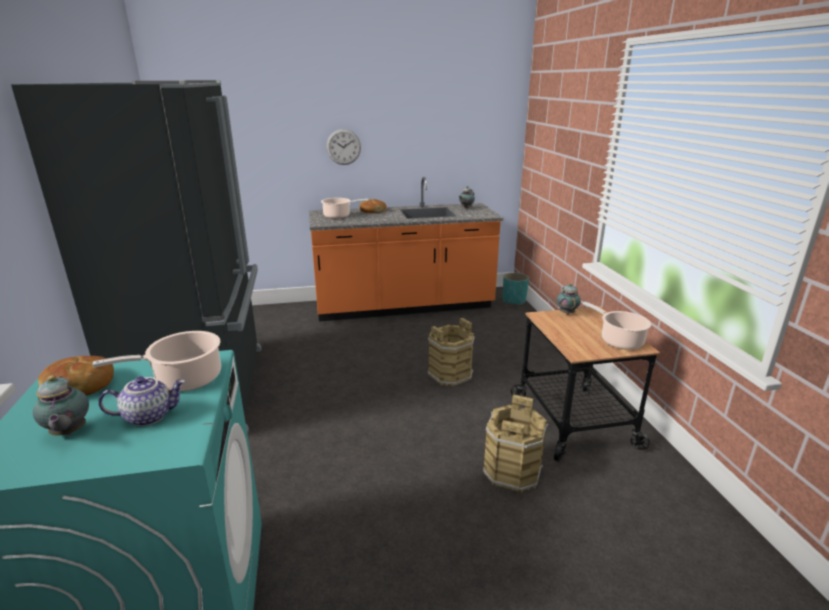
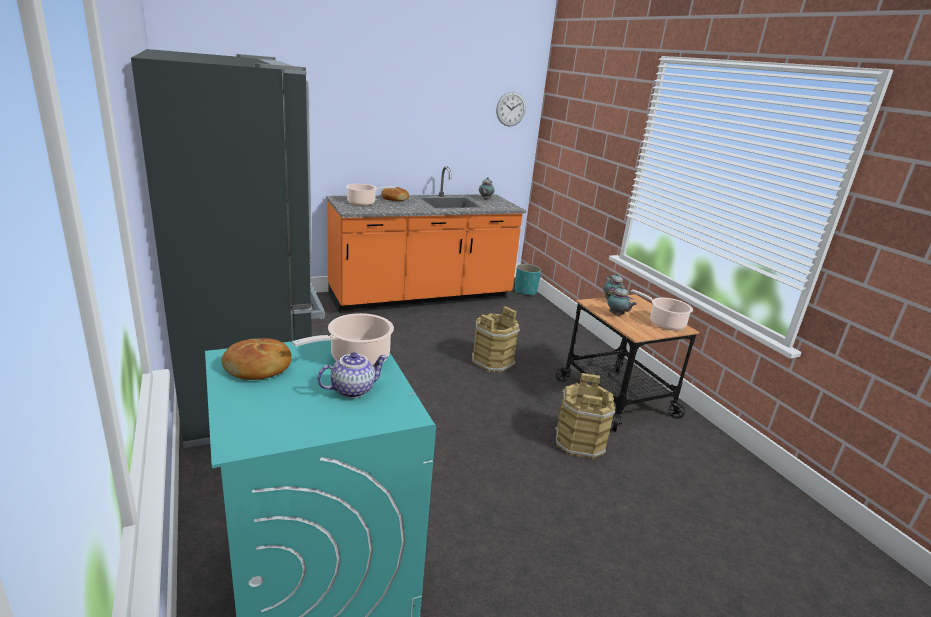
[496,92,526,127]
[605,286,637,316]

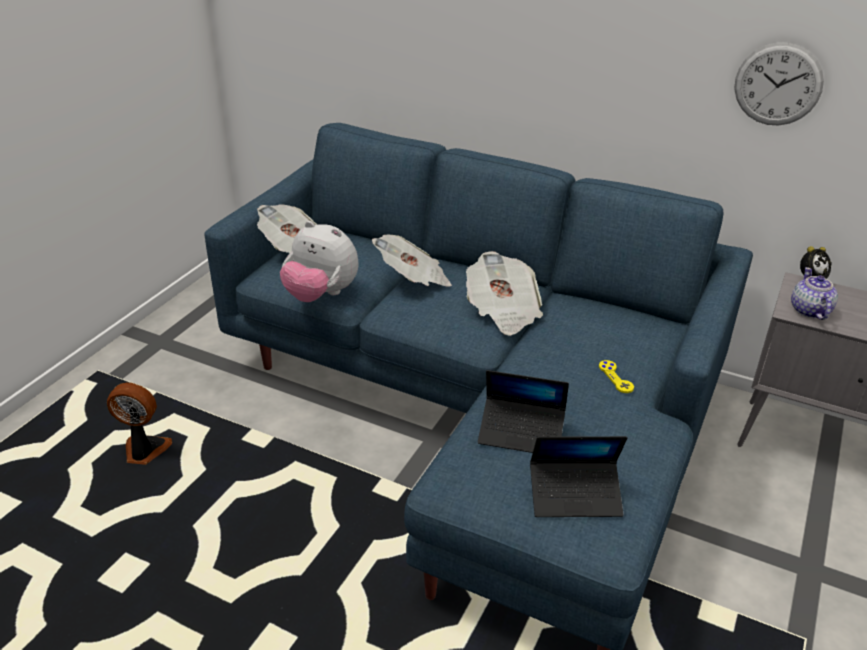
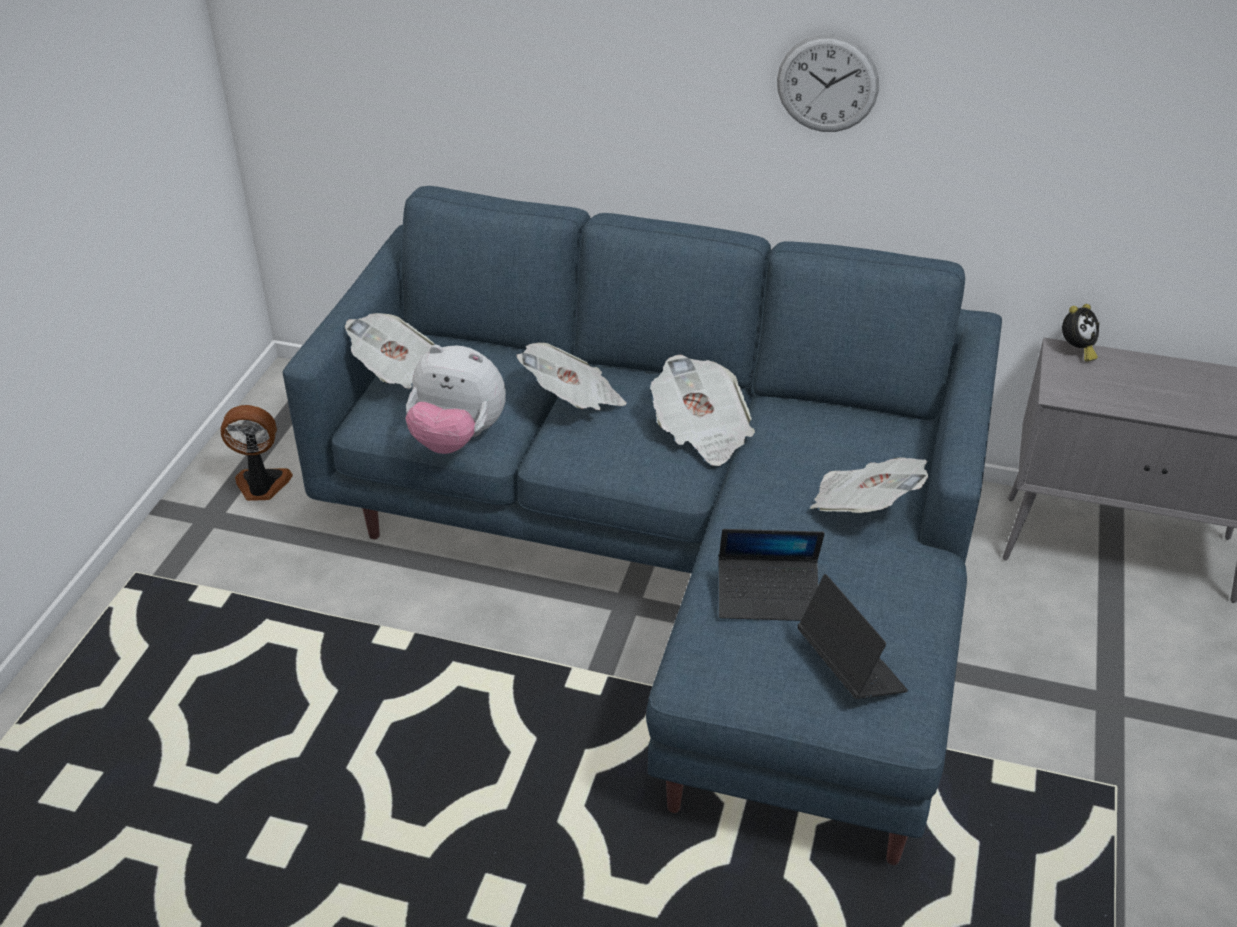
[221,405,293,501]
[777,34,879,132]
[797,574,908,699]
[810,457,928,513]
[791,267,838,320] (first image)

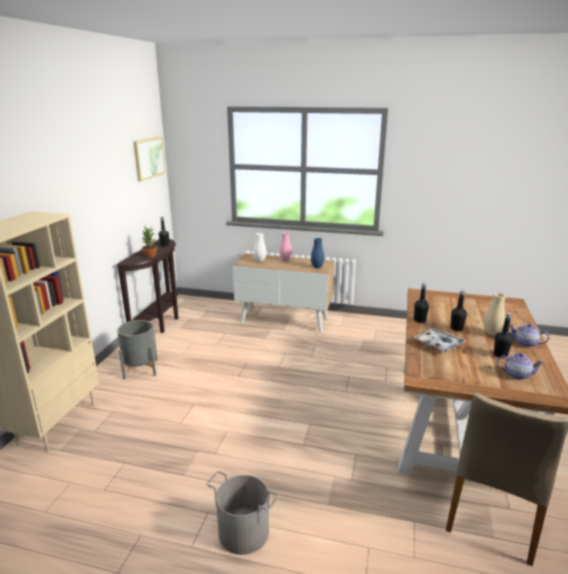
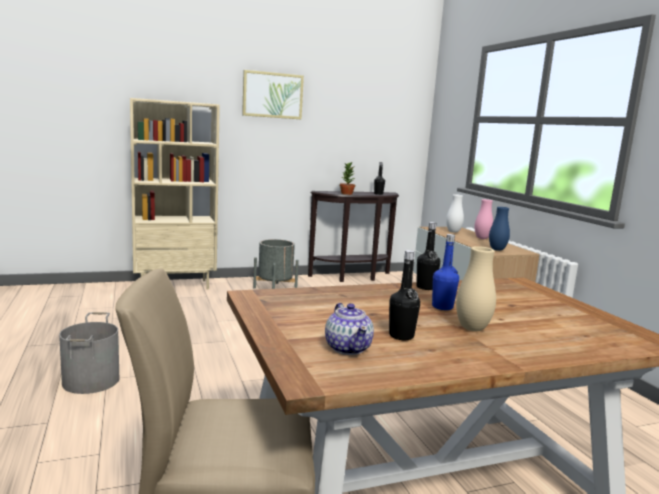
[242,70,304,119]
[432,234,459,310]
[412,328,466,353] (first image)
[510,323,549,347] (first image)

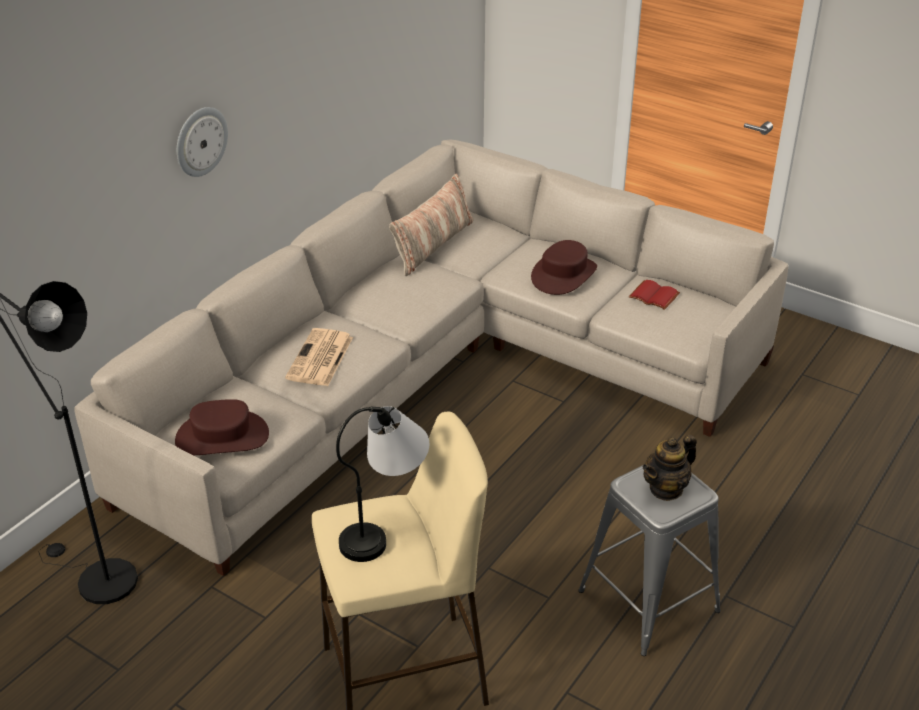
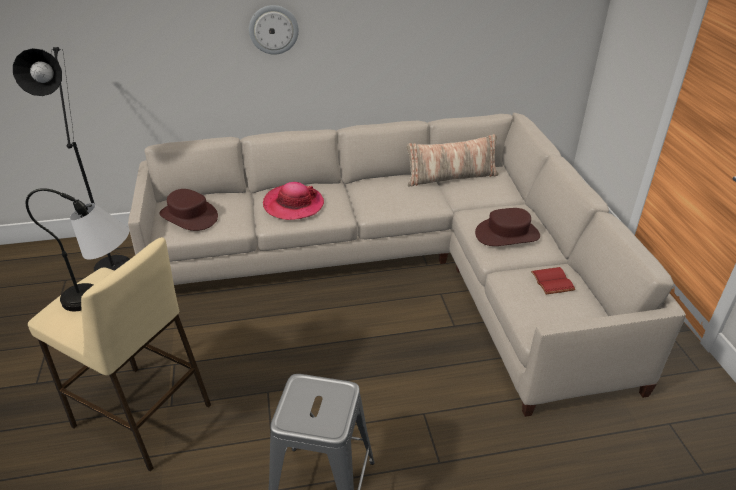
[263,182,324,220]
[643,435,697,501] (first image)

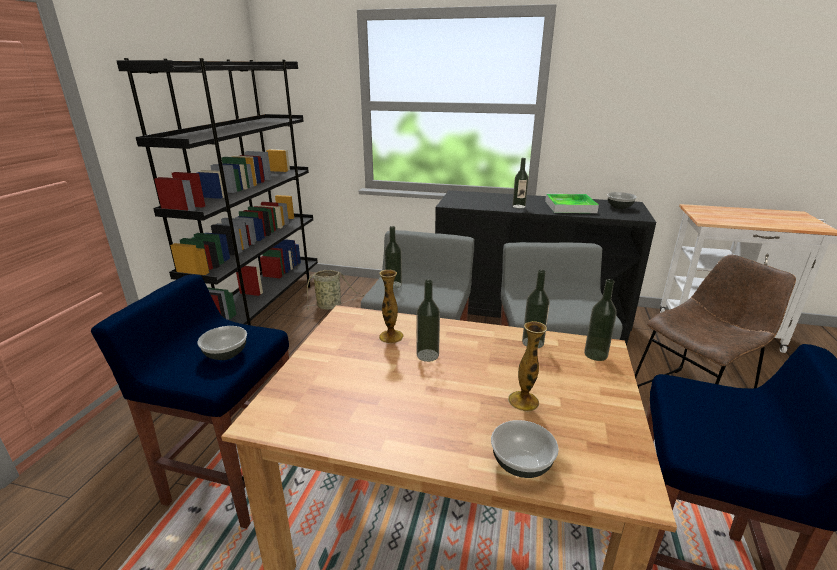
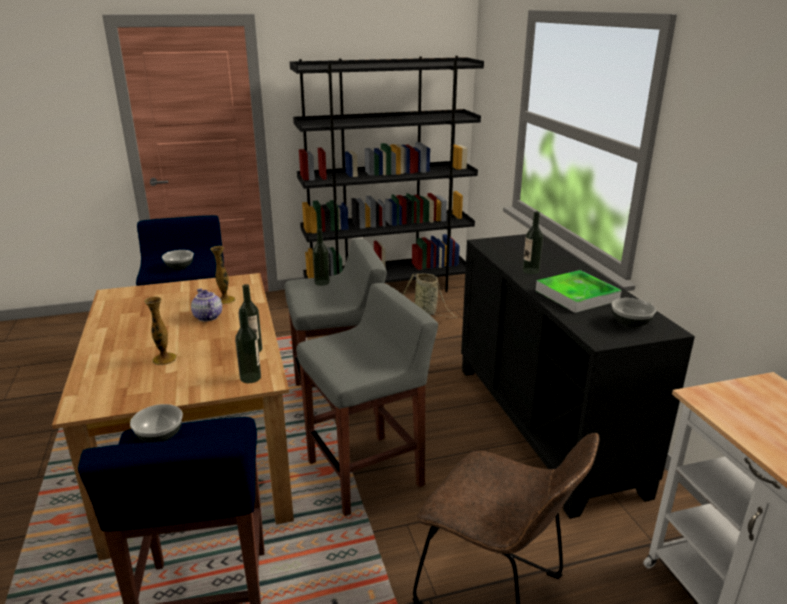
[130,404,183,443]
[191,289,222,322]

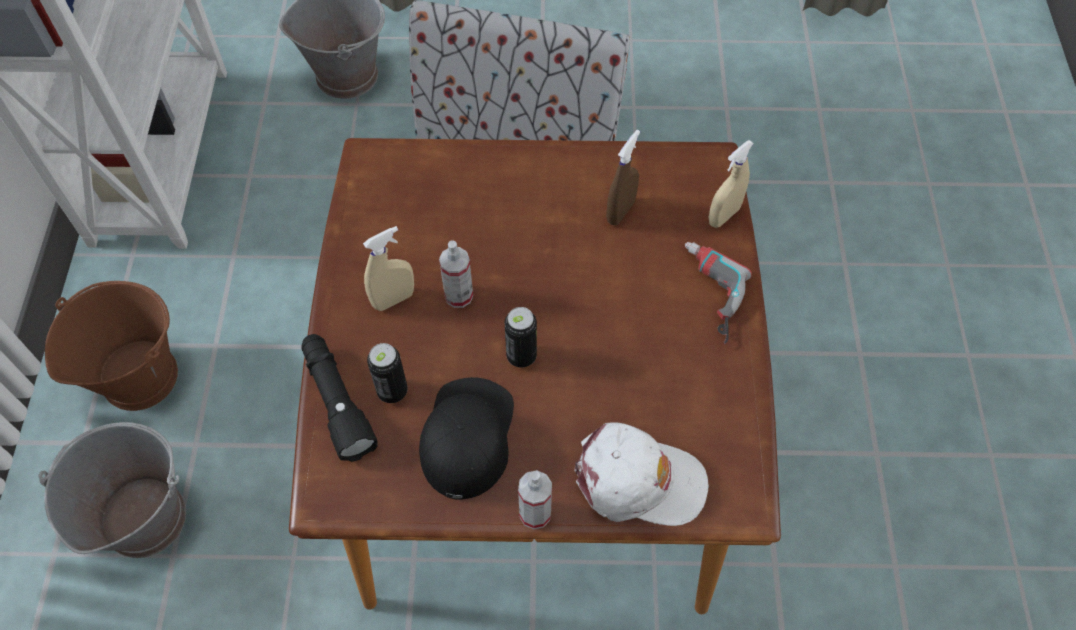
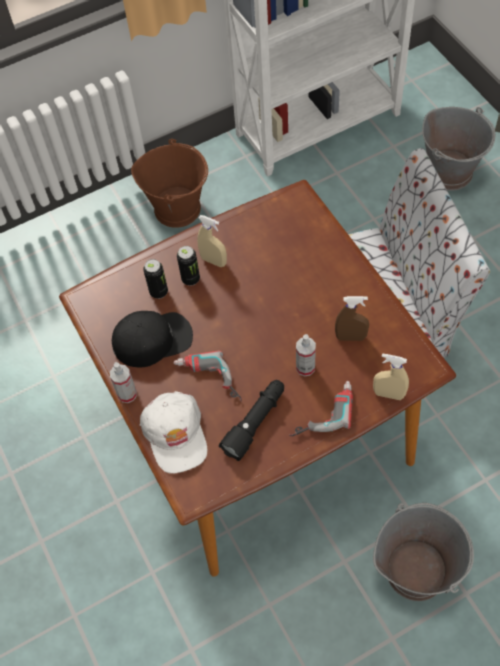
[173,351,242,402]
[177,246,200,286]
[219,380,284,461]
[296,334,316,376]
[373,503,474,601]

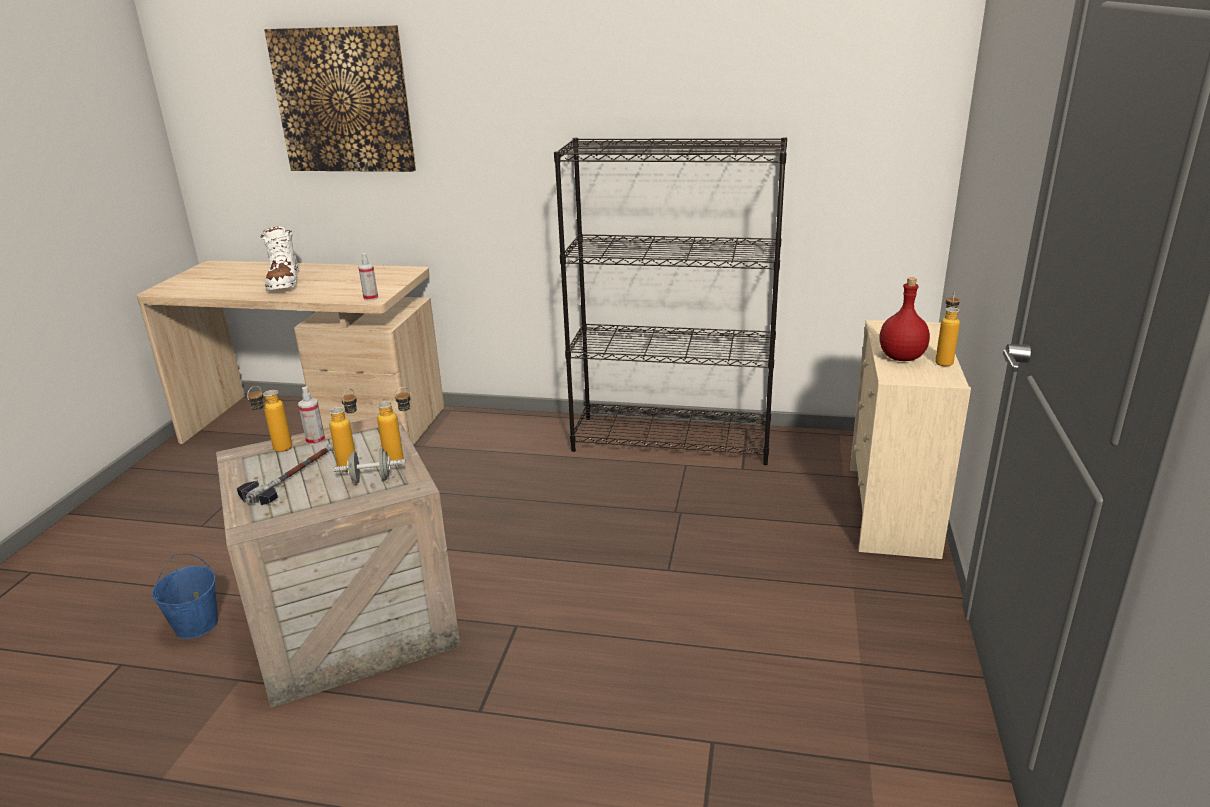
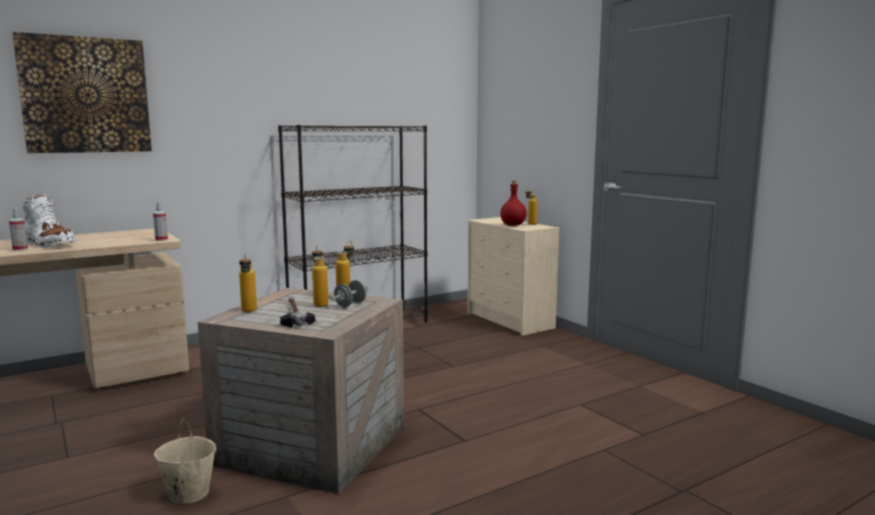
[9,208,28,251]
[154,418,216,504]

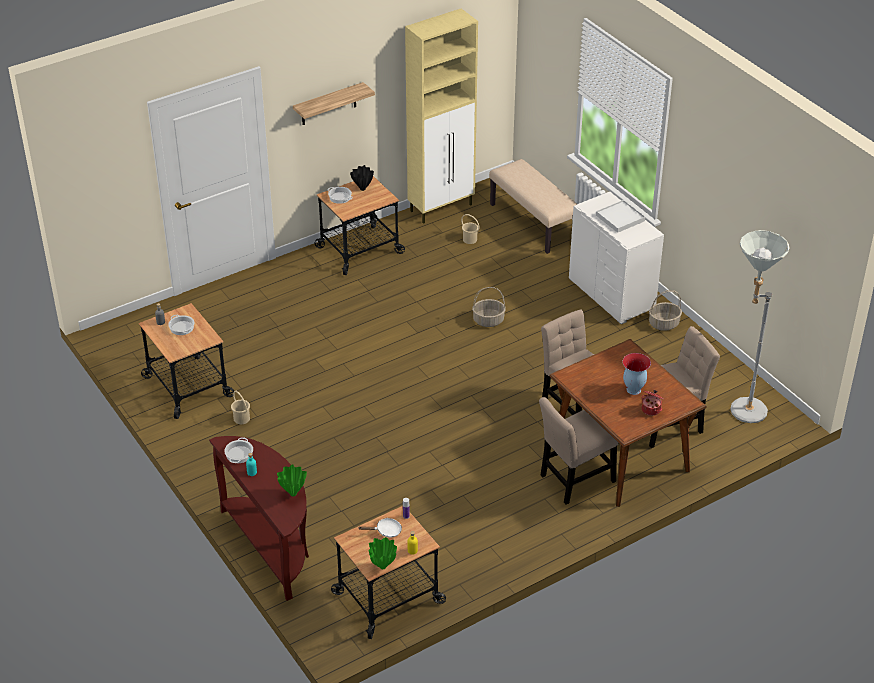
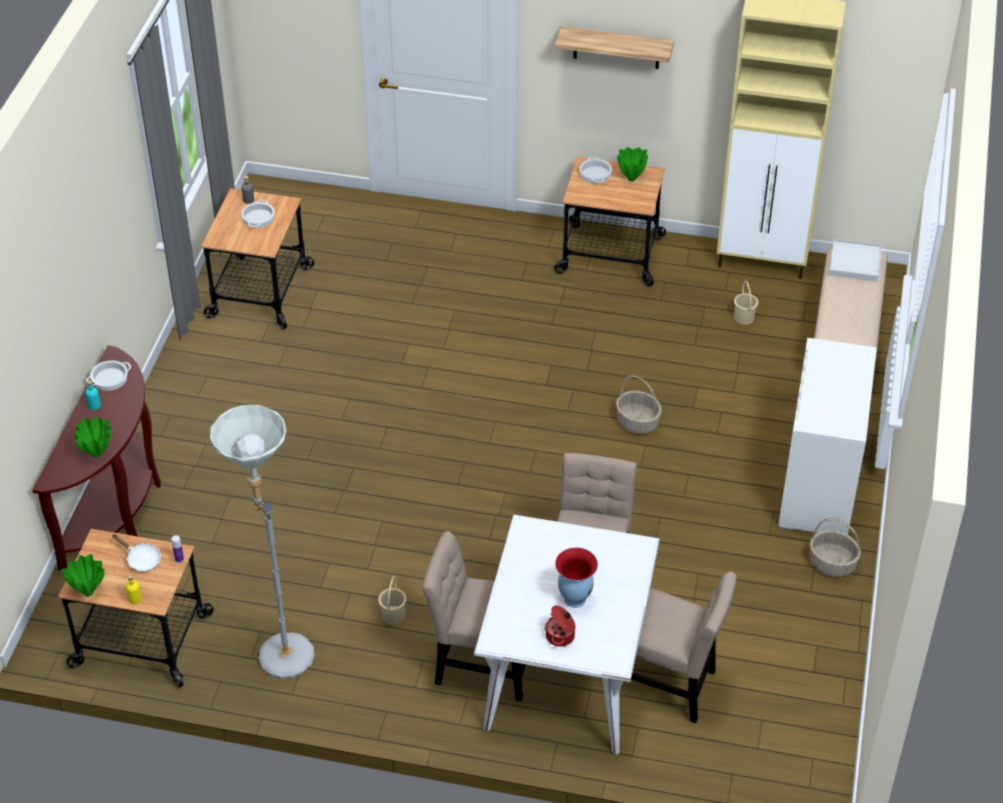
[210,405,315,679]
[378,576,407,625]
[474,514,660,755]
[617,147,648,182]
[829,239,881,281]

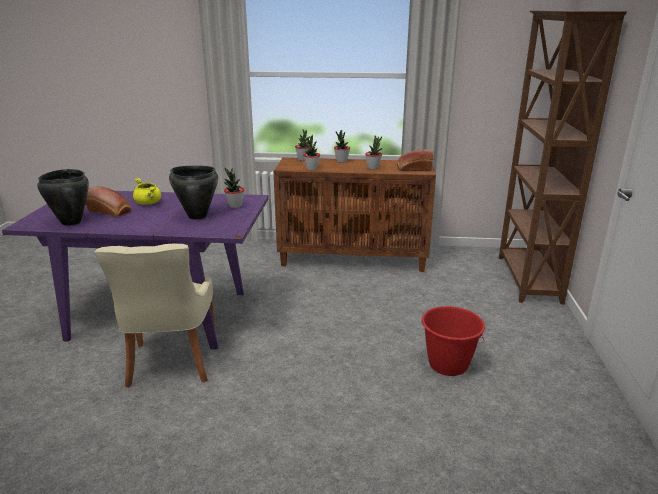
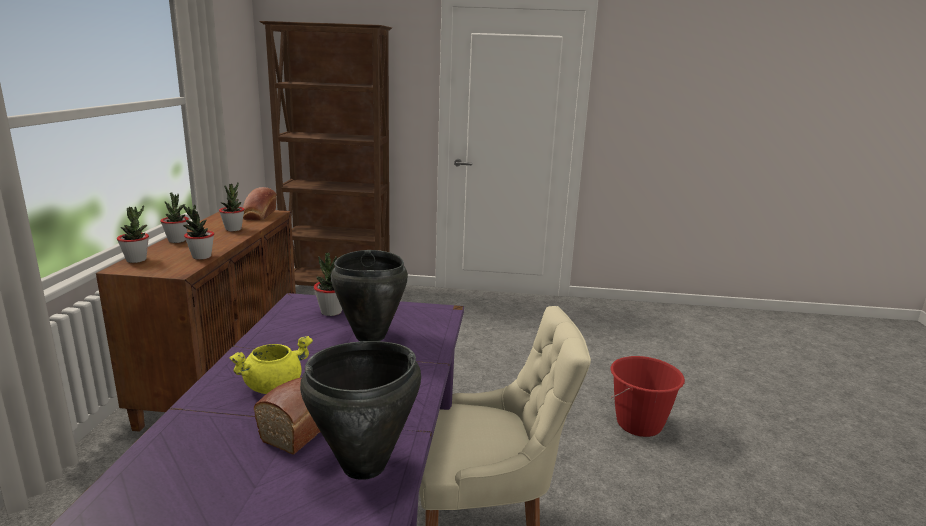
[611,356,685,437]

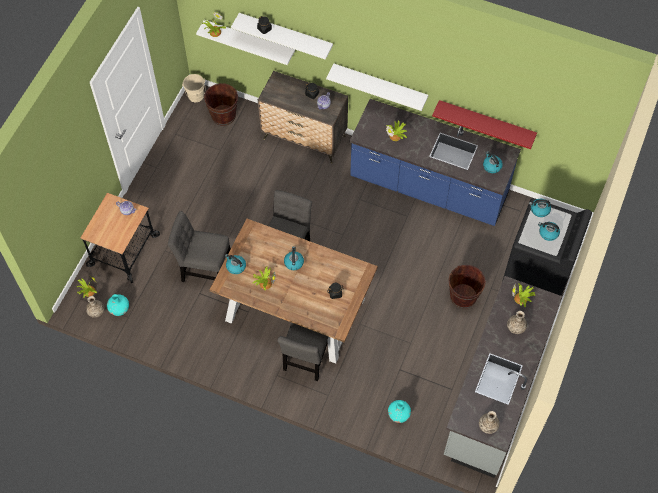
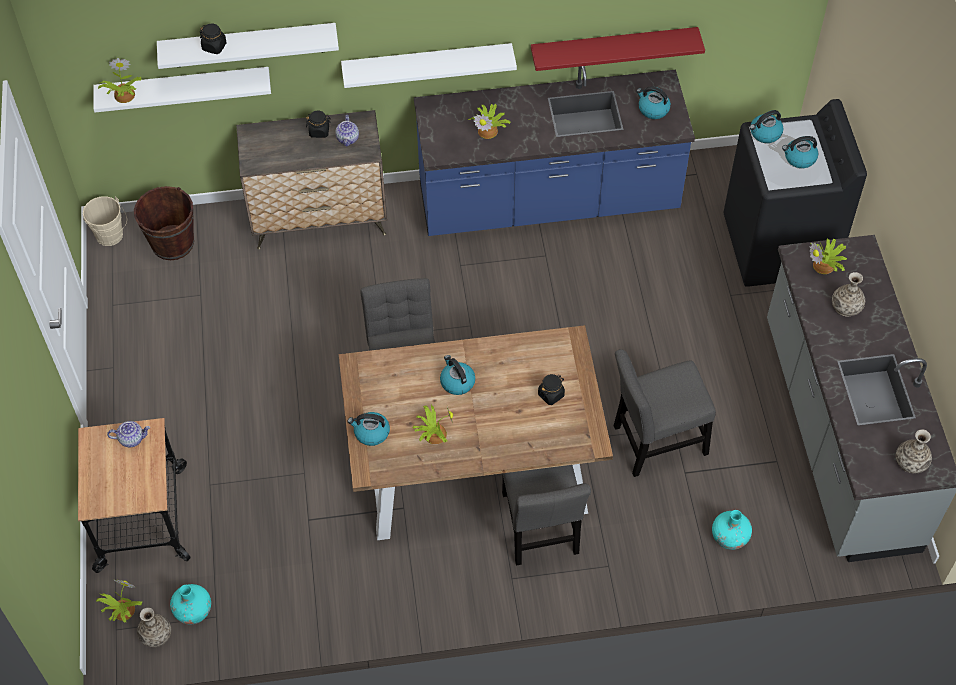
[614,349,716,477]
[449,265,486,309] (first image)

